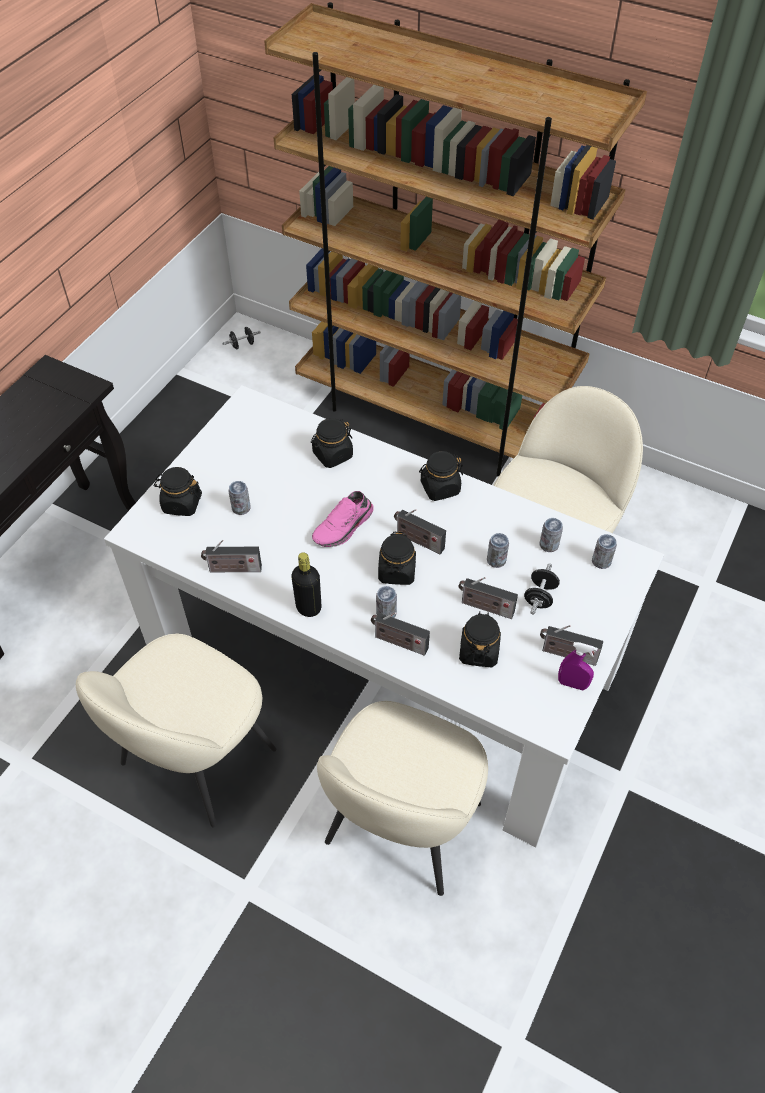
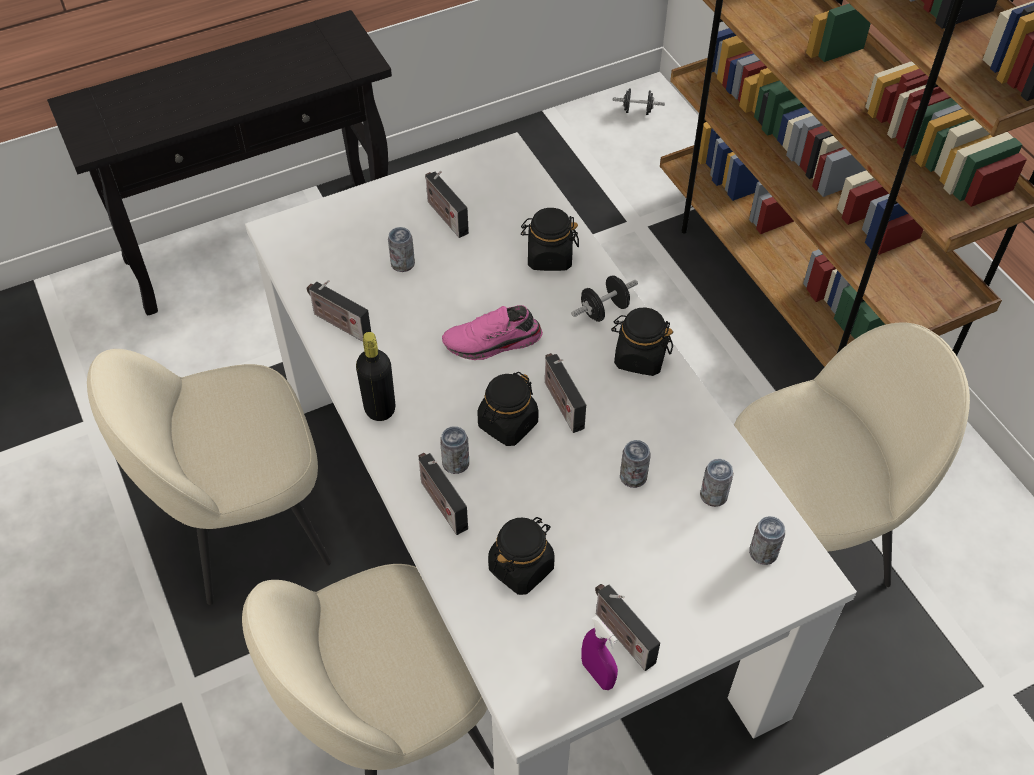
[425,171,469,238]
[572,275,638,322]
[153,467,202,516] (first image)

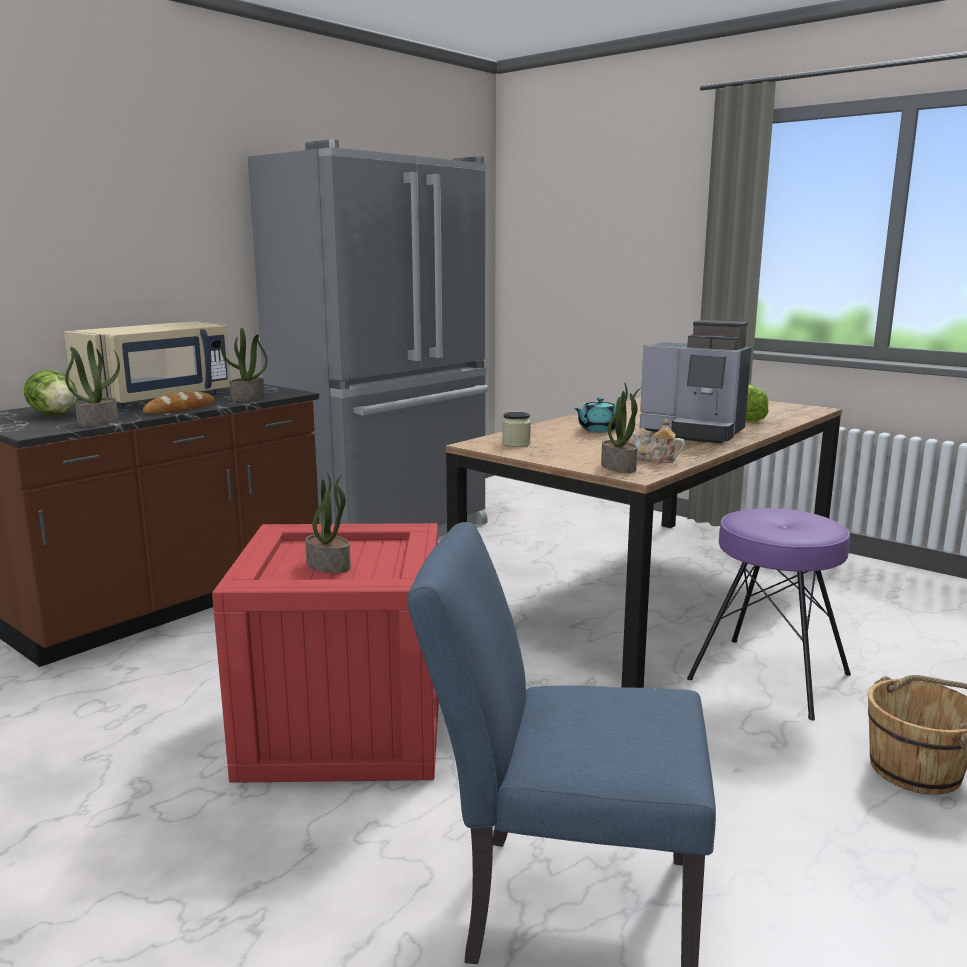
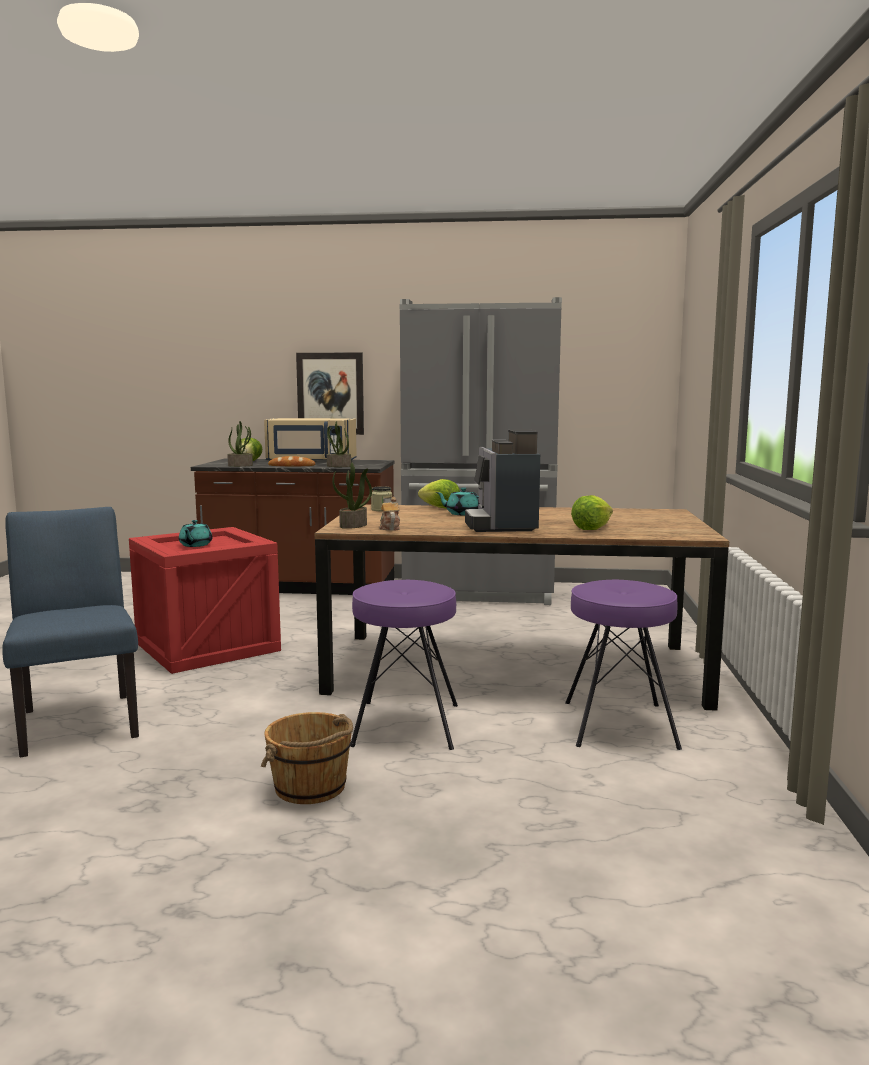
[179,520,212,547]
[296,353,364,435]
[418,479,460,509]
[565,580,682,750]

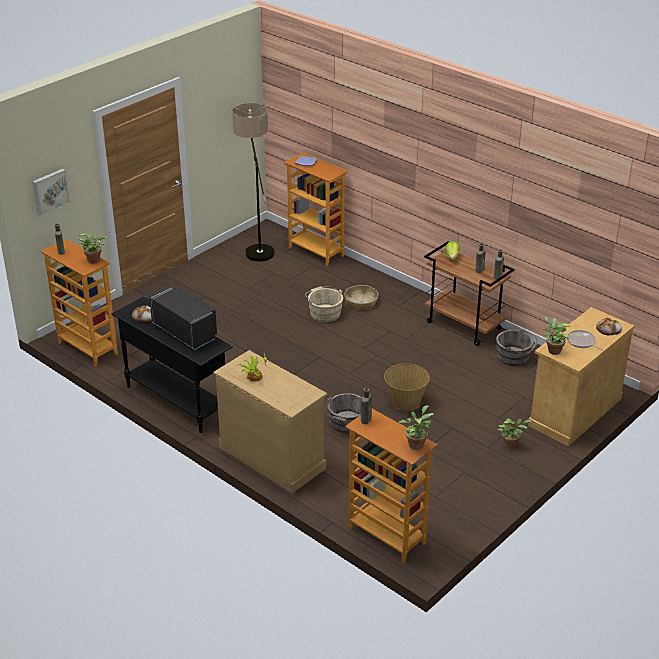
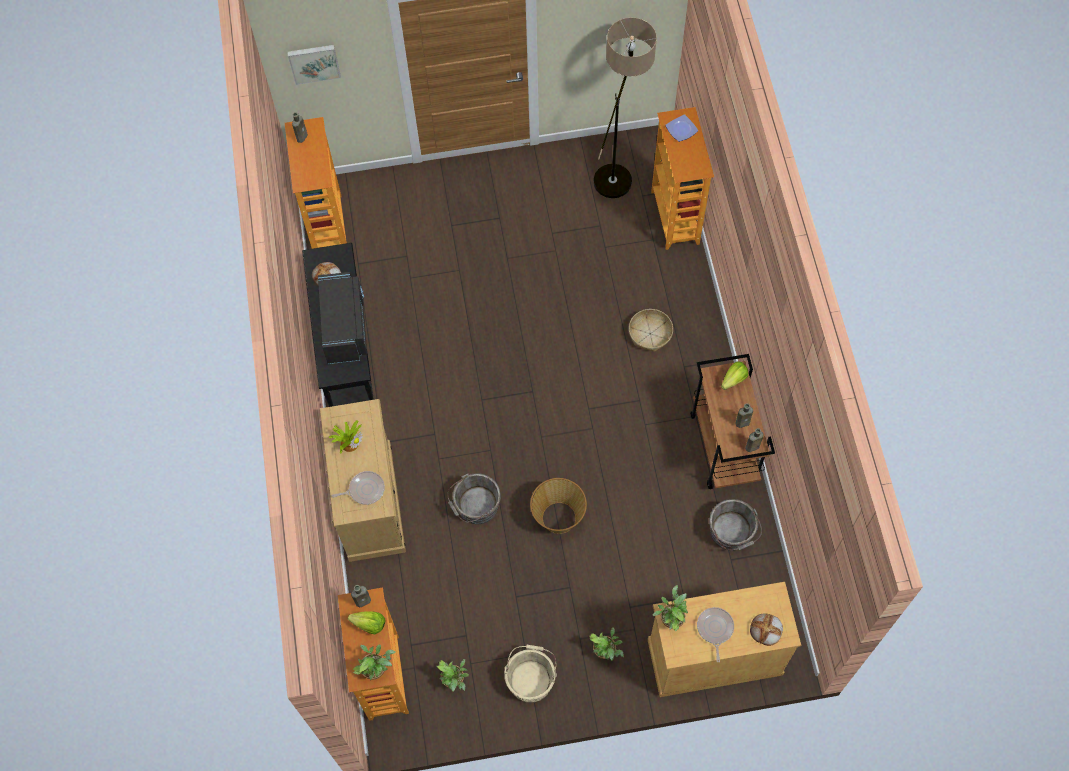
[331,471,385,505]
[348,611,385,634]
[437,659,469,692]
[504,645,557,703]

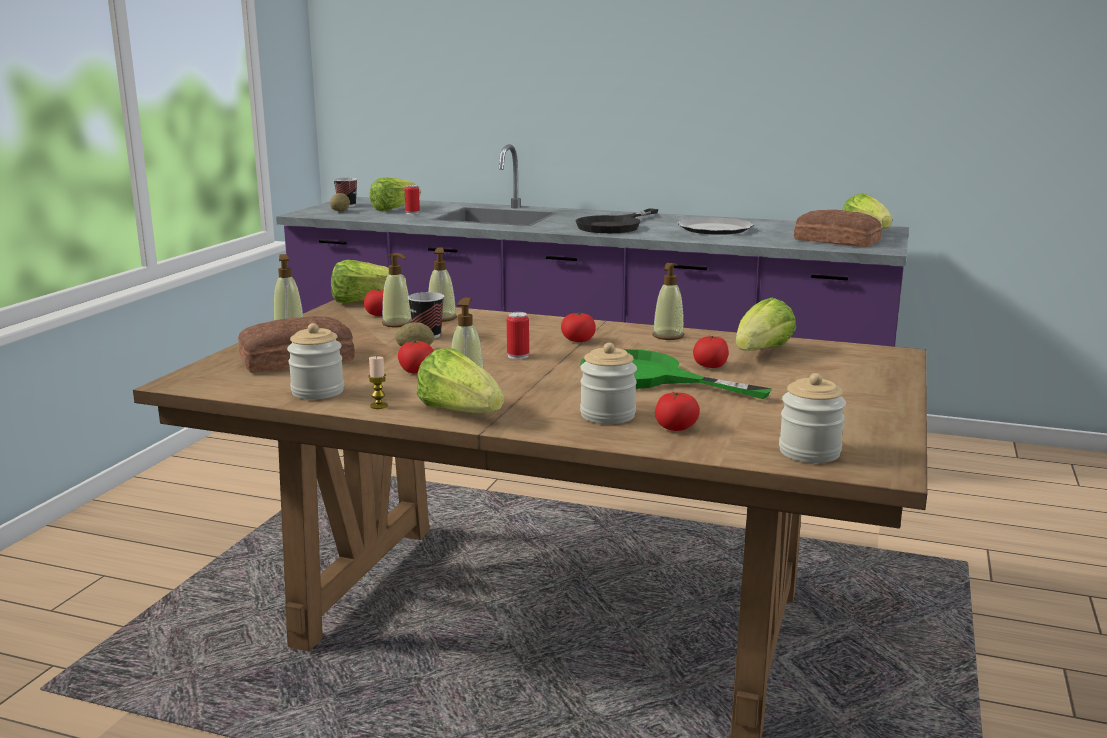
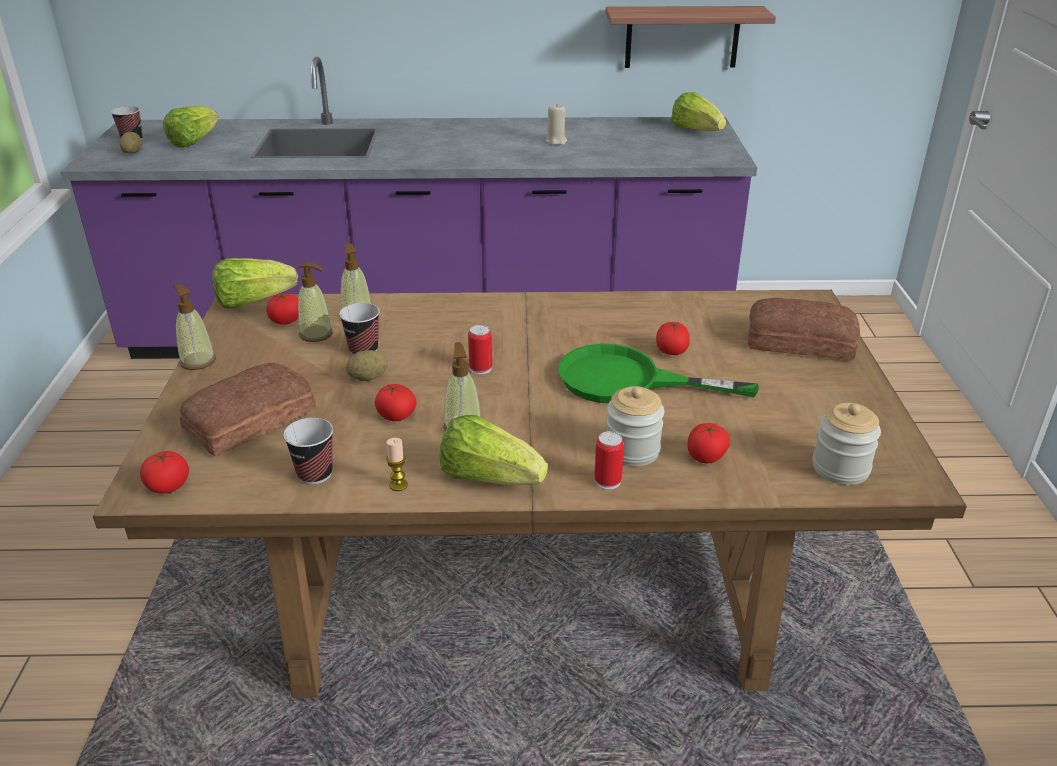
[140,450,189,494]
[283,418,333,485]
[546,104,567,145]
[594,431,624,490]
[605,6,776,68]
[747,298,860,361]
[576,208,659,233] (first image)
[652,263,684,340] (first image)
[735,298,796,351] (first image)

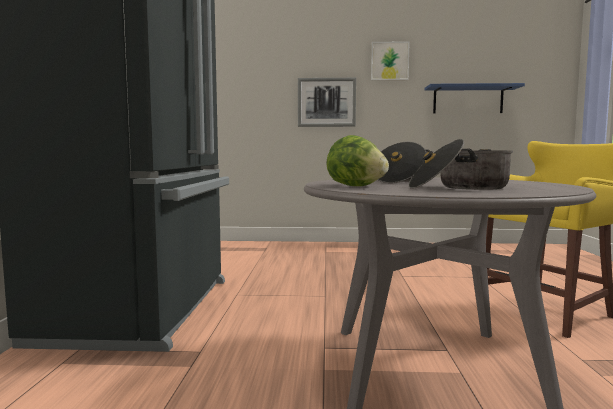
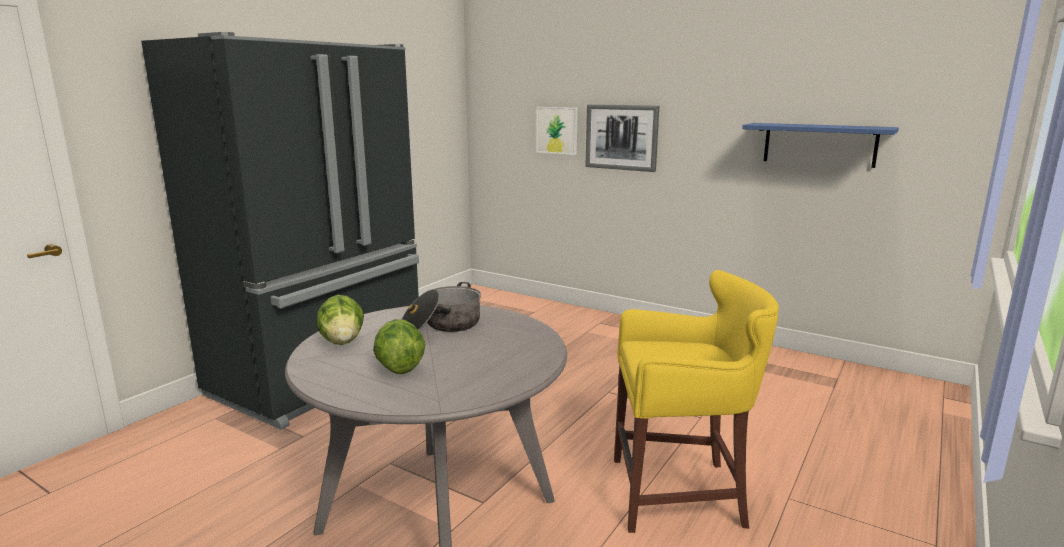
[373,319,425,374]
[536,107,578,155]

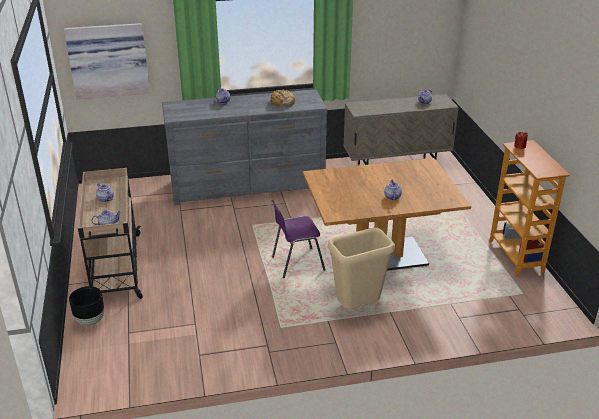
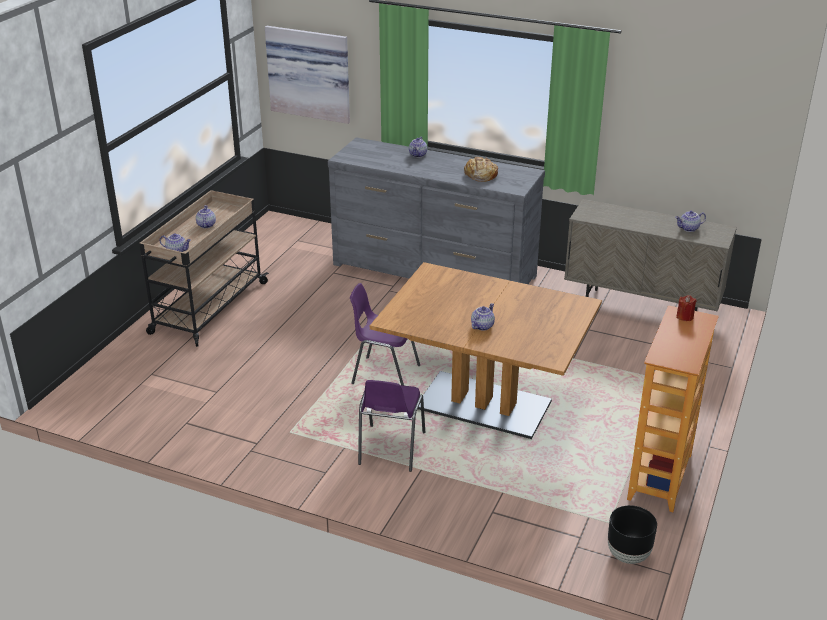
[358,380,425,472]
[608,505,657,564]

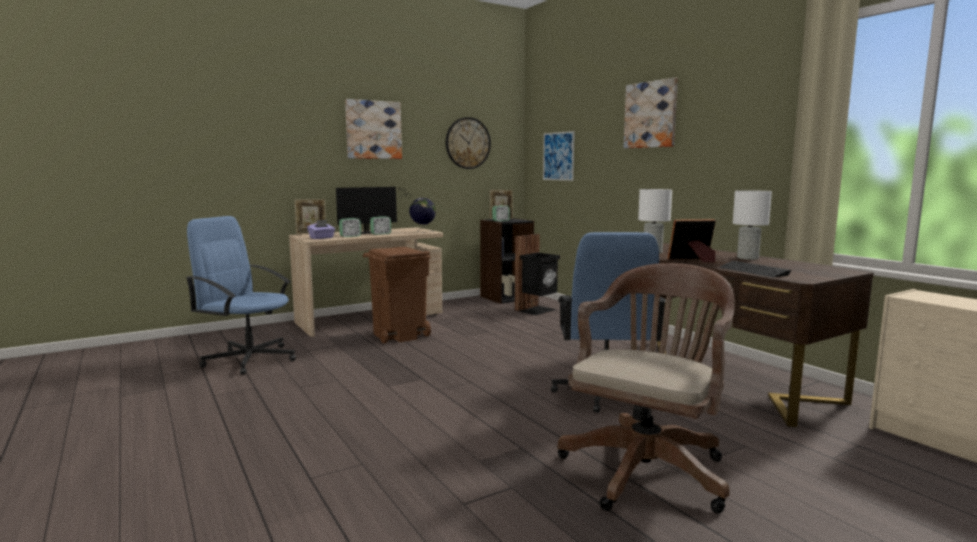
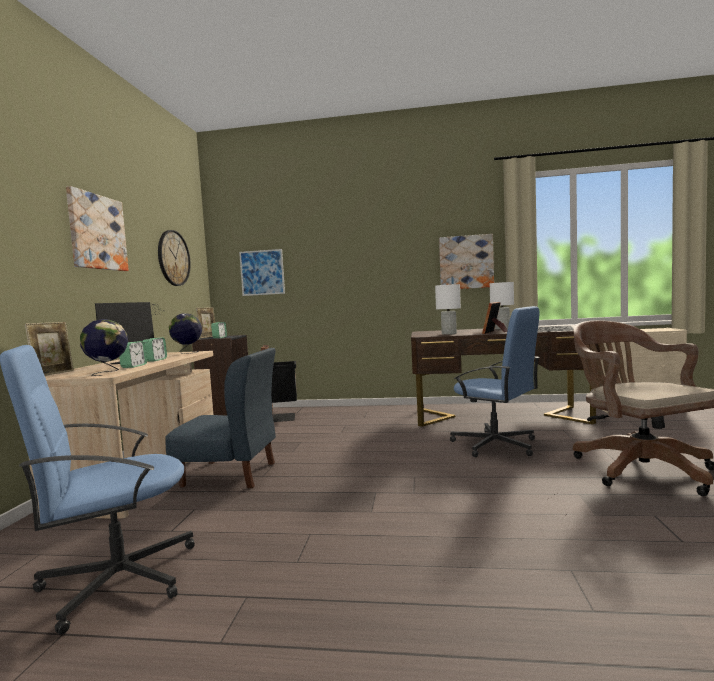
[80,319,128,376]
[165,348,276,488]
[439,234,494,289]

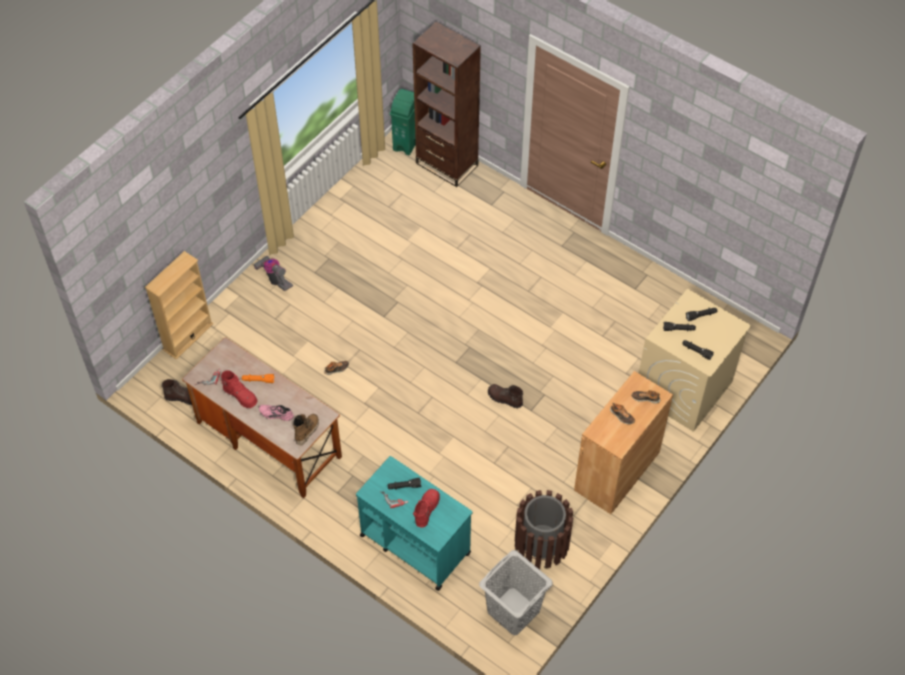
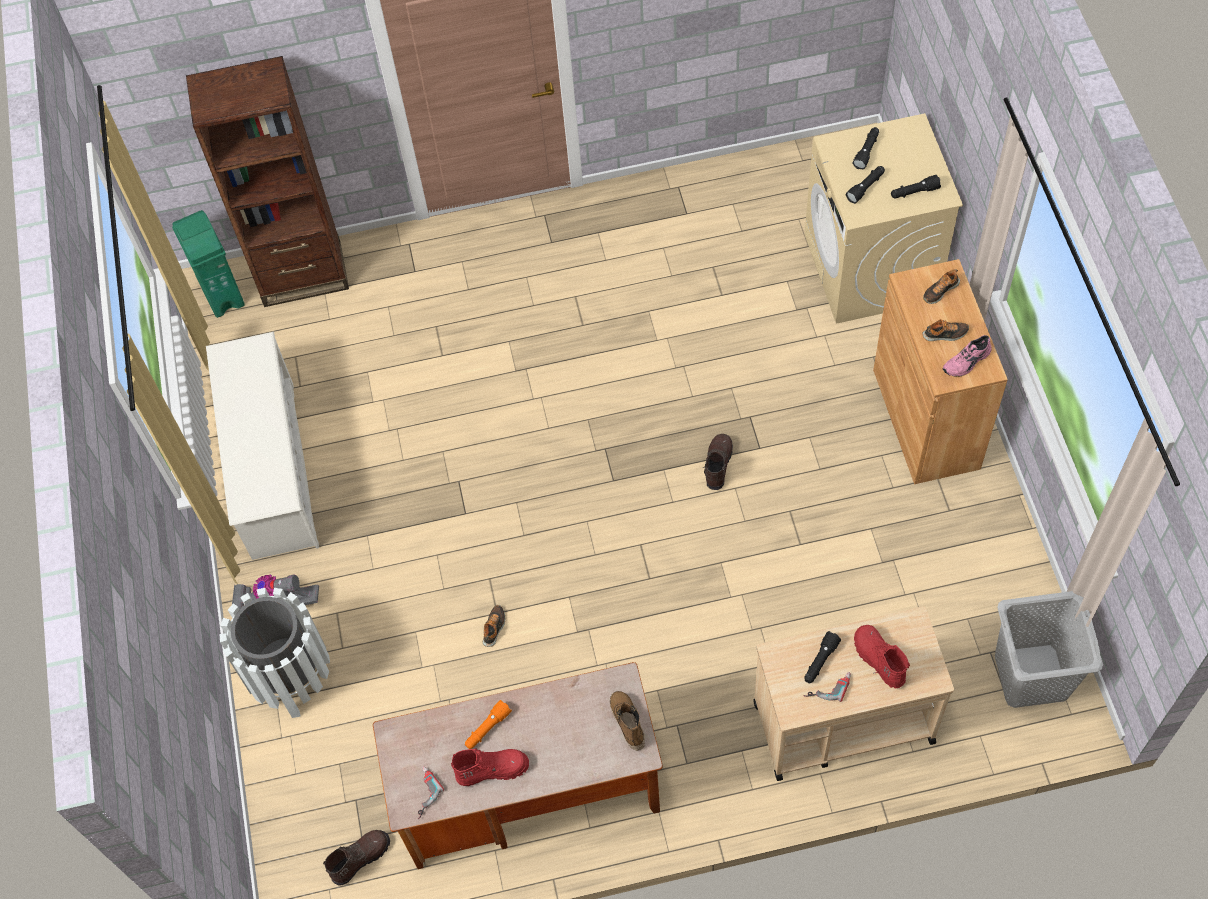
[206,332,319,560]
[219,588,330,718]
[703,434,733,490]
[753,606,954,781]
[943,335,992,376]
[145,251,213,360] (first image)
[515,490,574,570] (first image)

